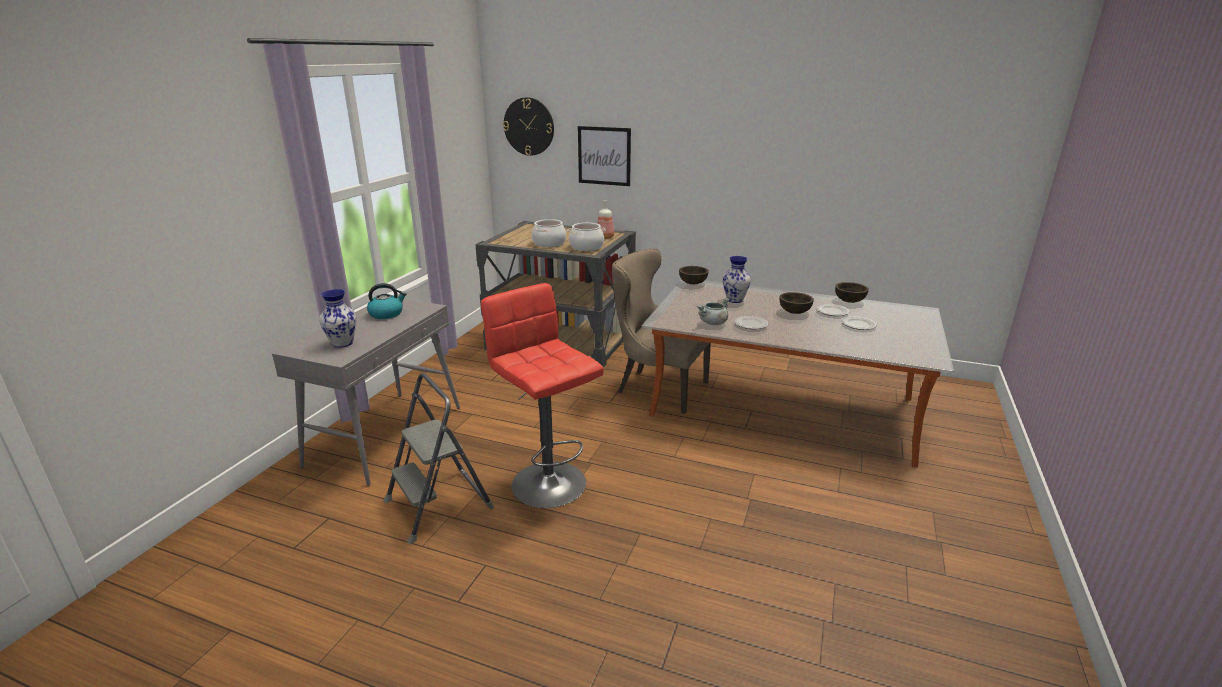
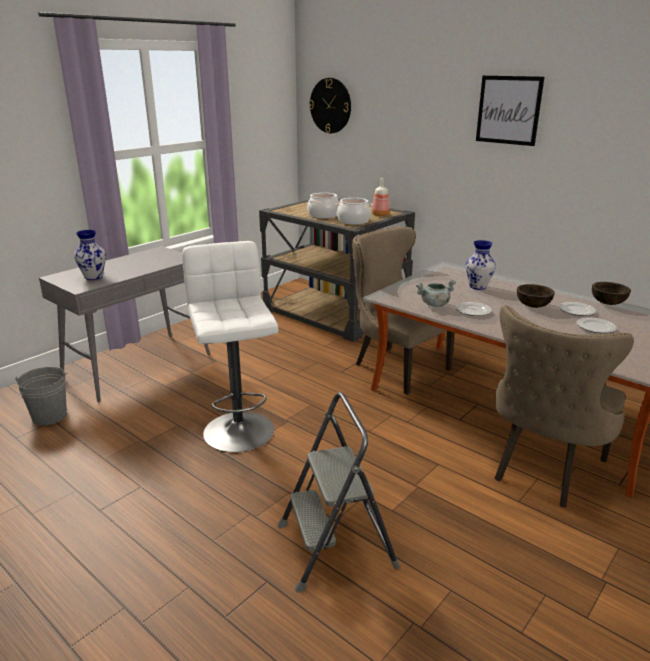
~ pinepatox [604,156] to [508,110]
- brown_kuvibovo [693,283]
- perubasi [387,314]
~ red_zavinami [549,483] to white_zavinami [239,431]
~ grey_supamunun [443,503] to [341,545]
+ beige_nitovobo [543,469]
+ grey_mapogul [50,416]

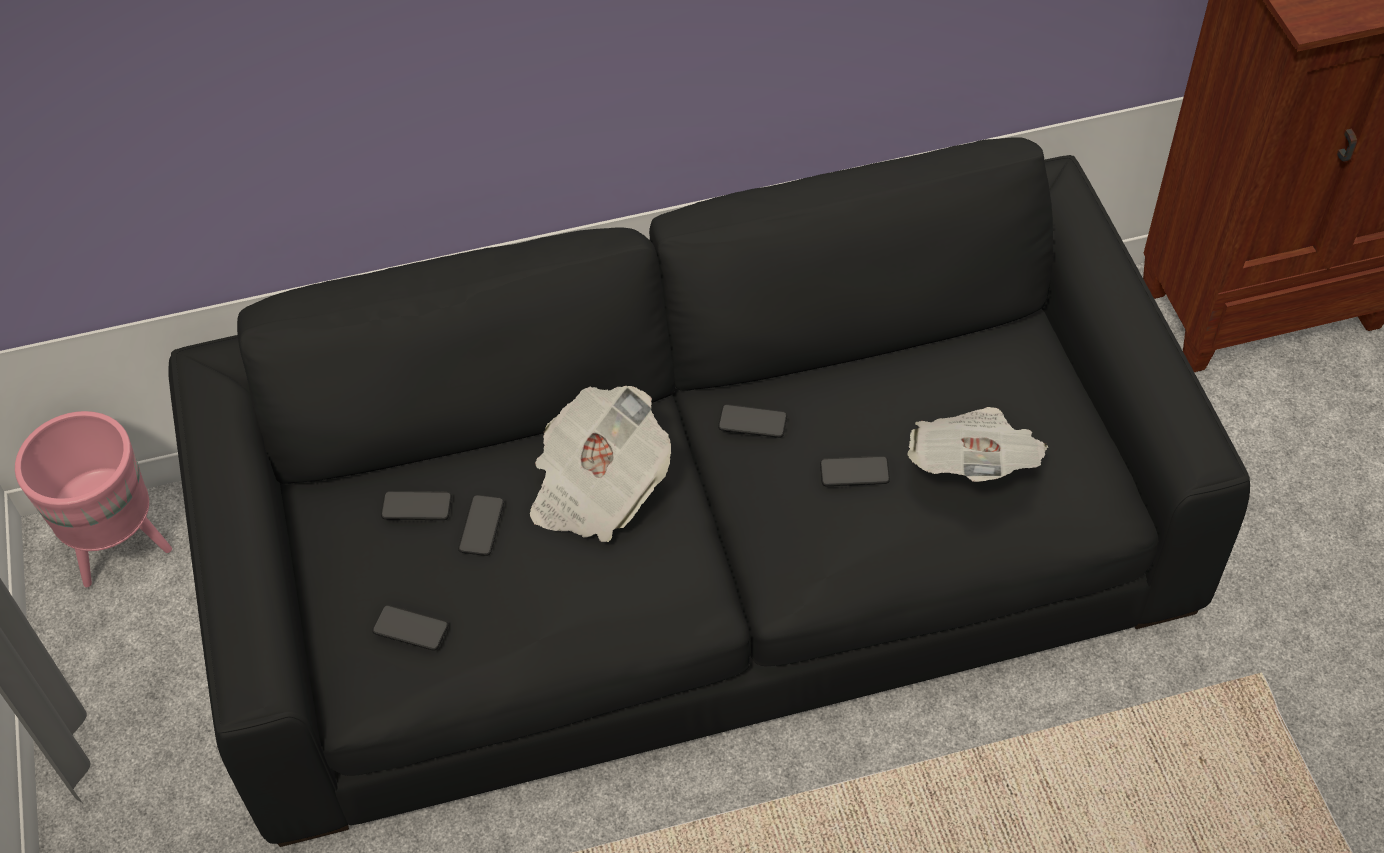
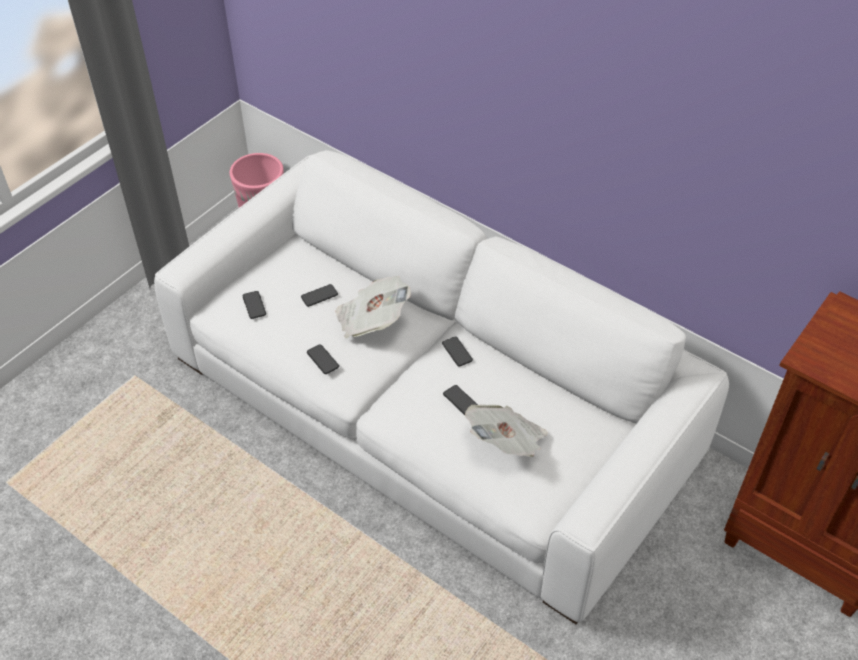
~ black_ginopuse [699,549] to white_ginopuse [430,406]
~ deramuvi [416,507] to [322,360]

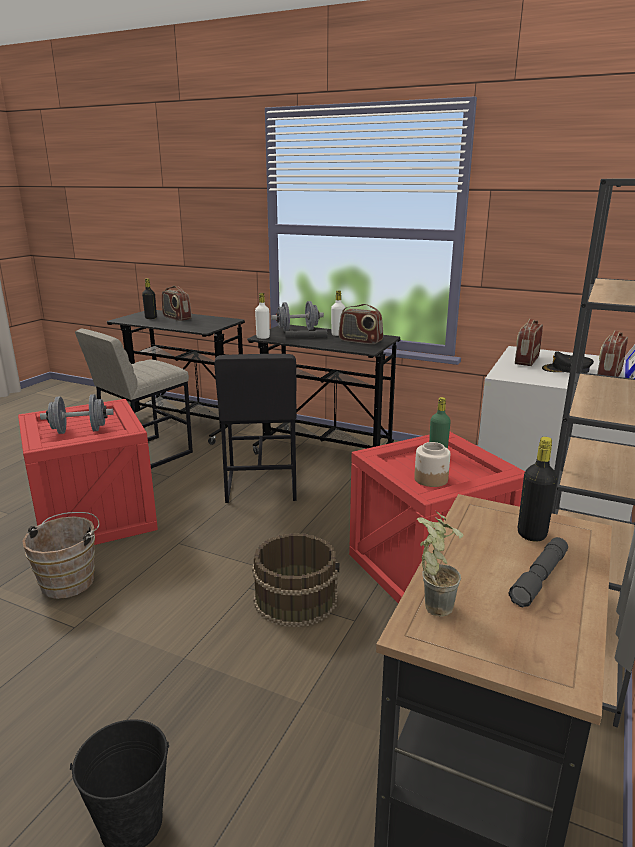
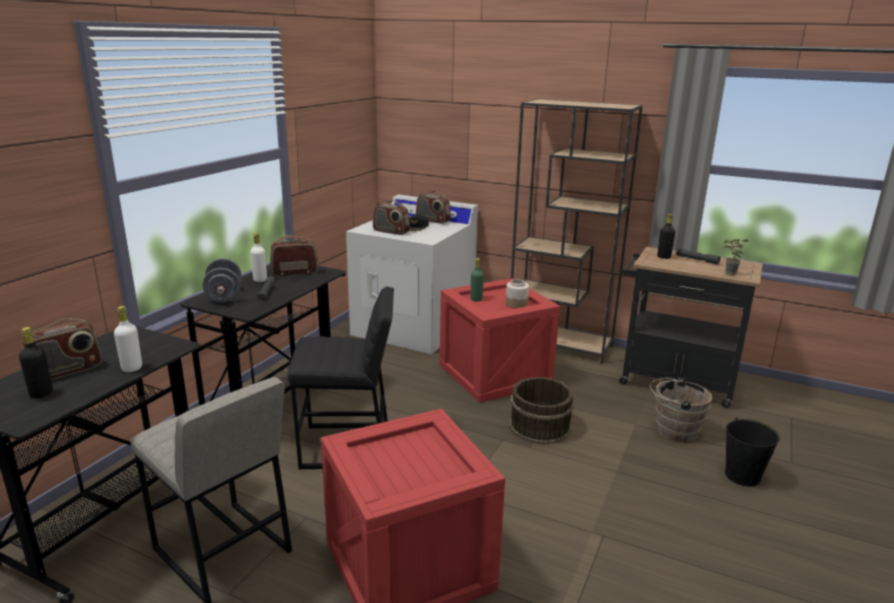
~ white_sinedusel [263,337] to [132,368]
~ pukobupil [360,341] = [294,273] 135 degrees counterclockwise
- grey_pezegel [80,431]
~ brown_mapogul [71,580] to [673,430]

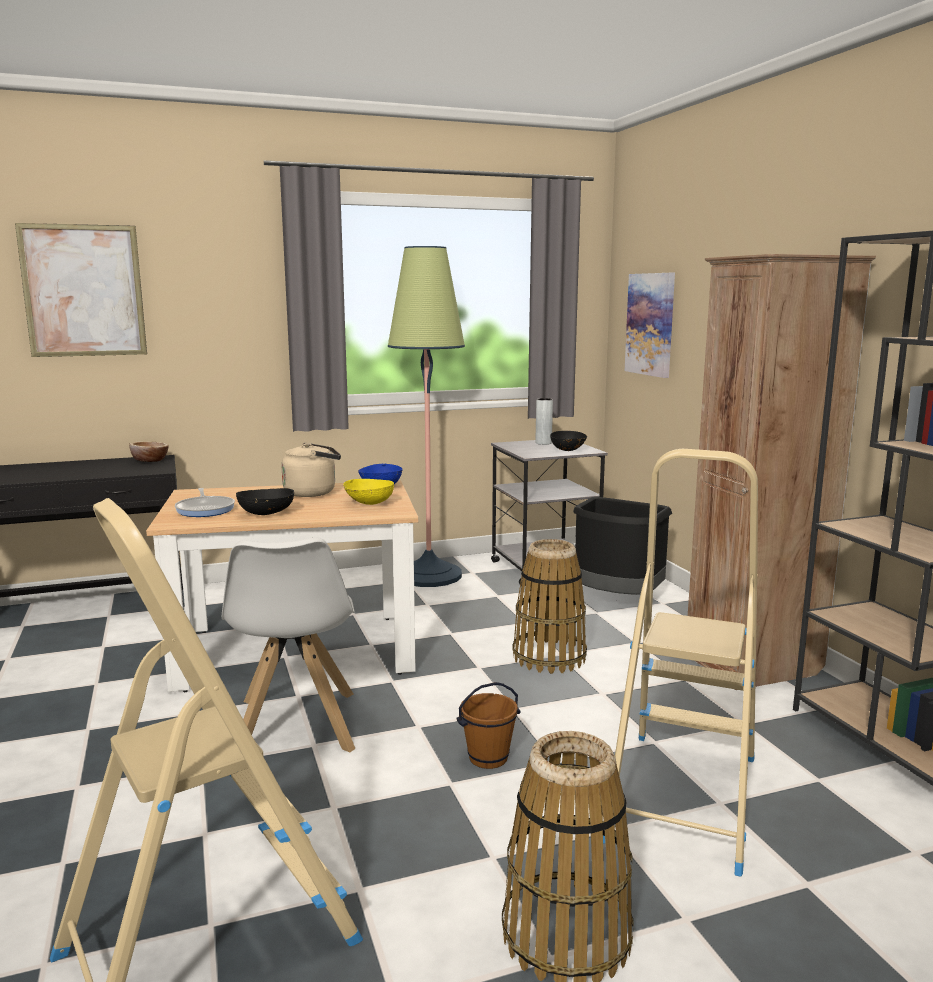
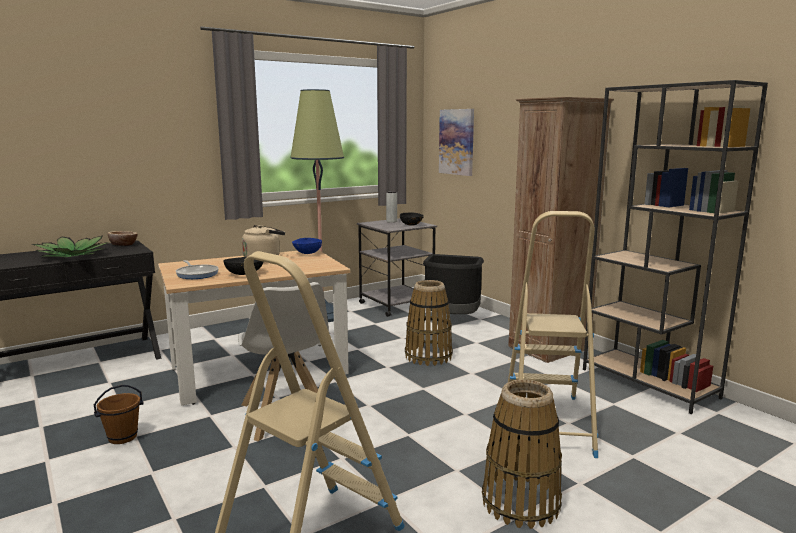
- pinepatox [83,291]
- yellow_kuvibovo [368,503]
~ brown_mapogul [488,758] to [122,437]
+ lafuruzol [73,255]

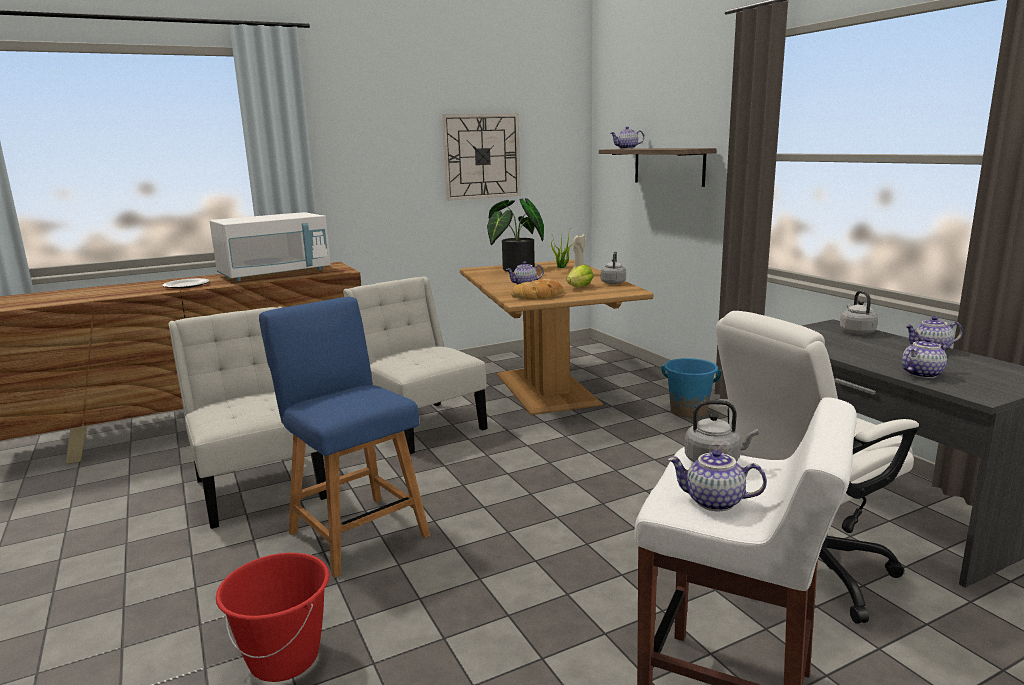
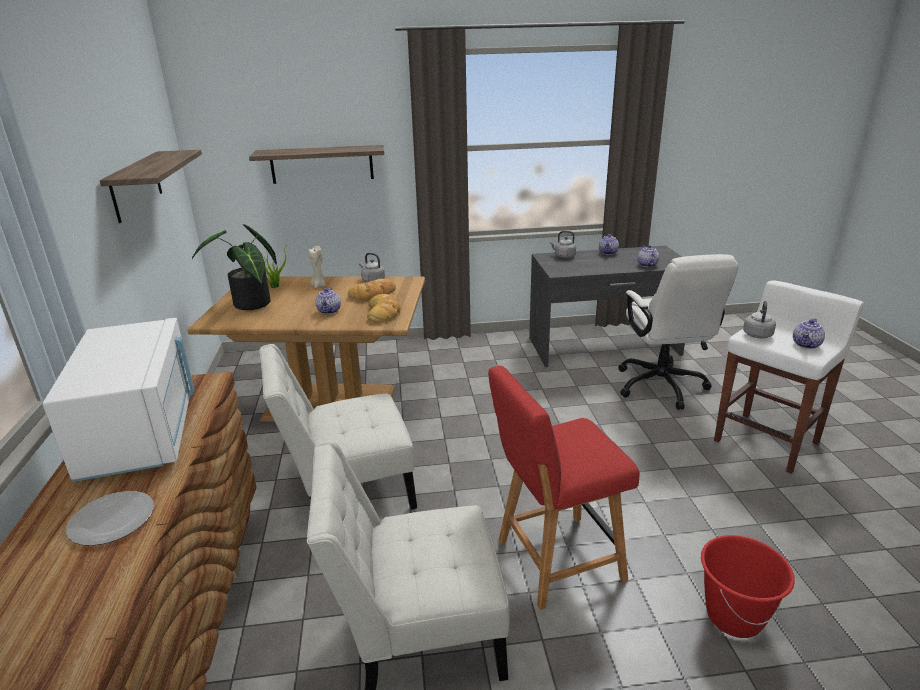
~ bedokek [482,156] to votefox [136,185]
- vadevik [627,148]
~ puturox [578,287] to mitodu [373,294]
~ blue_nitovobo [355,531] to red_nitovobo [554,561]
- blue_mapogul [688,411]

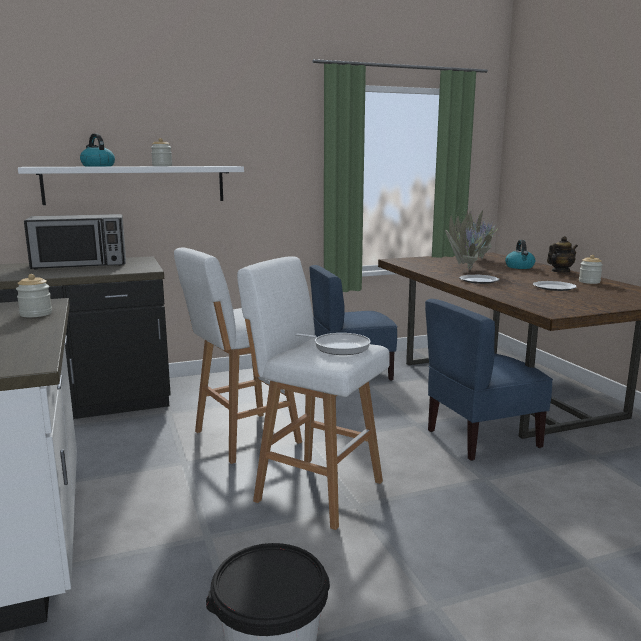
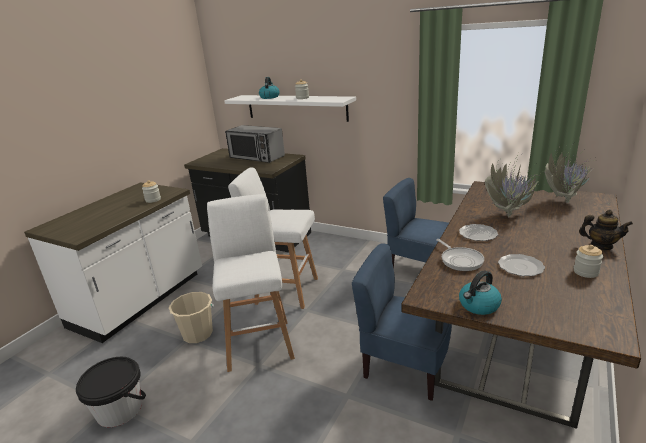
~ perubasi [520,267] to [478,305]
~ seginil [338,347] to [460,260]
+ beige_mapogul [198,334]

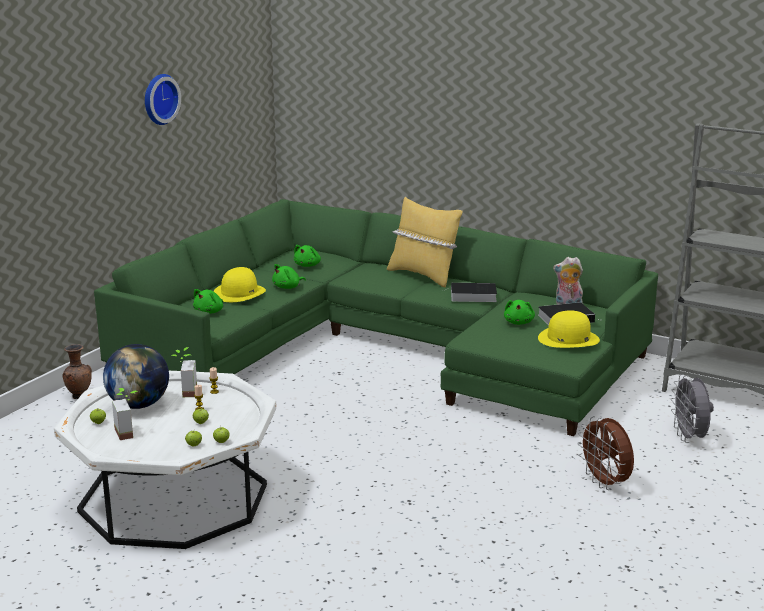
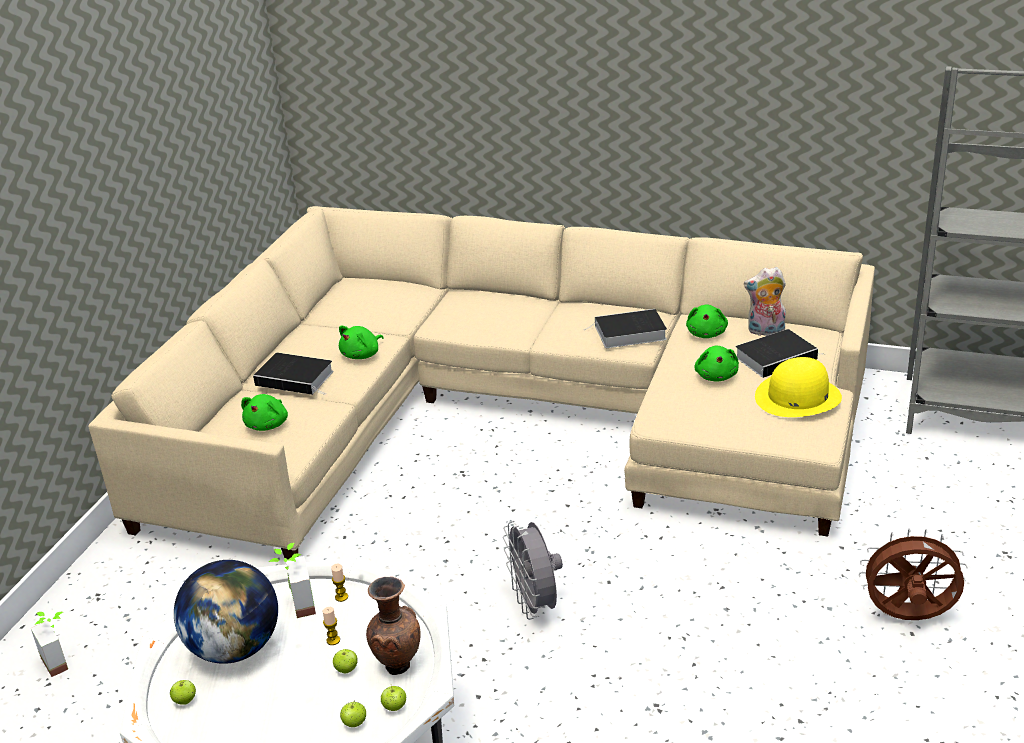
- bedokek [158,99]
- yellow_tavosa [423,275]
~ green_ginopuse [381,347] to beige_ginopuse [503,414]
~ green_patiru [308,265] to [706,333]
~ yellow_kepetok [239,293] to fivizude [297,378]
~ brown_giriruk [79,396] to [397,665]
~ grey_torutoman [689,438] to [535,605]
~ lafuruzol [129,432] to [61,660]
~ brown_torutoman [605,483] = [908,618] 135 degrees clockwise

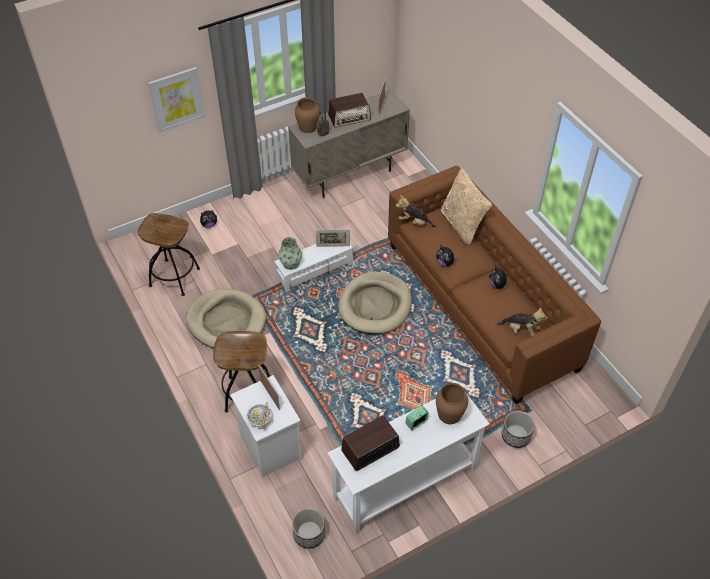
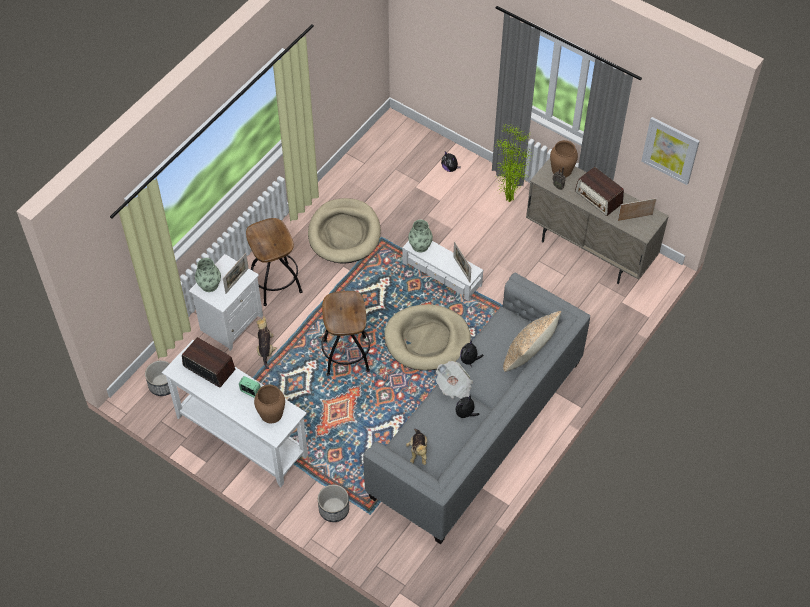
~ pinepatox [176,99] to [670,150]
~ brown_ginopuse [479,305] to grey_ginopuse [476,428]
~ patiru [414,222] to [265,349]
~ brown_zavinami [174,277] to [346,355]
~ kuvibovo [260,420] to giriruk [209,285]
+ lafuruzol [508,199]
+ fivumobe [454,387]

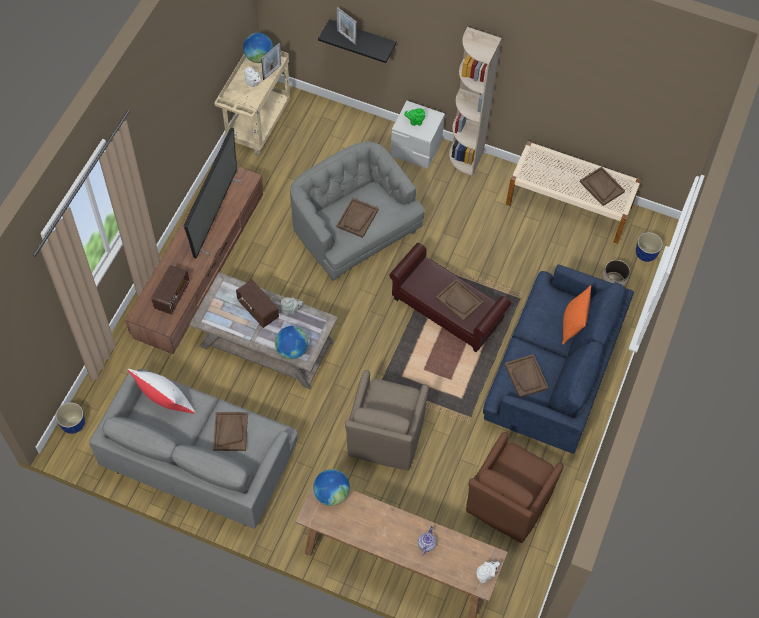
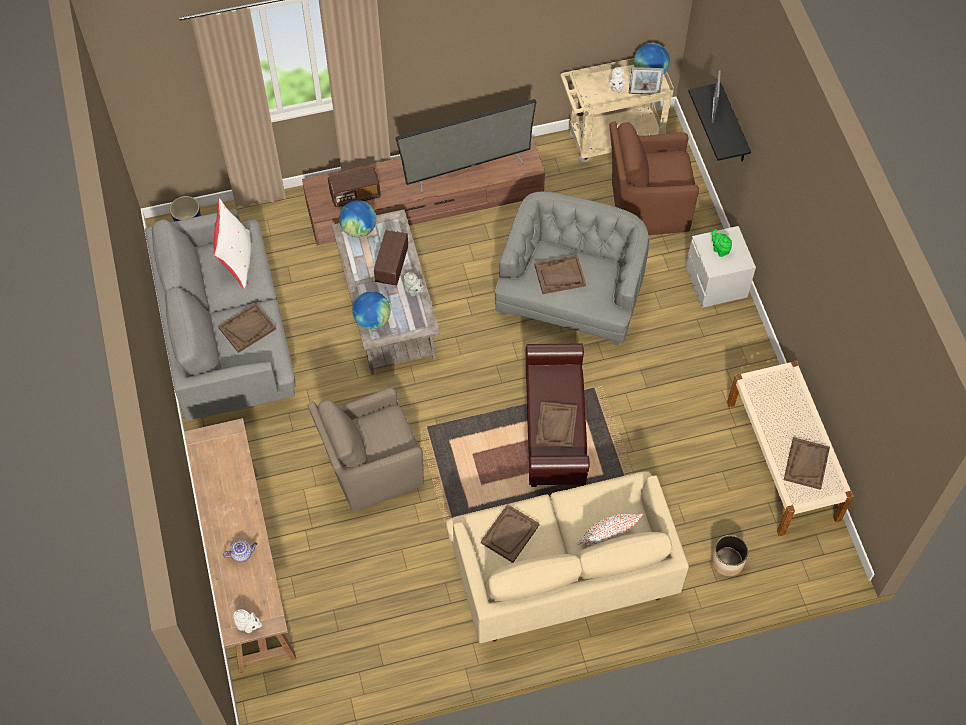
- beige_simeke [464,161]
- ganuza [645,255]
~ blue_ginopuse [551,376] to beige_ginopuse [563,573]
~ orange_tavosa [572,325] to white_tavosa [606,539]
~ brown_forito [507,503] to [646,207]
~ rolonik [331,494] to [359,229]

